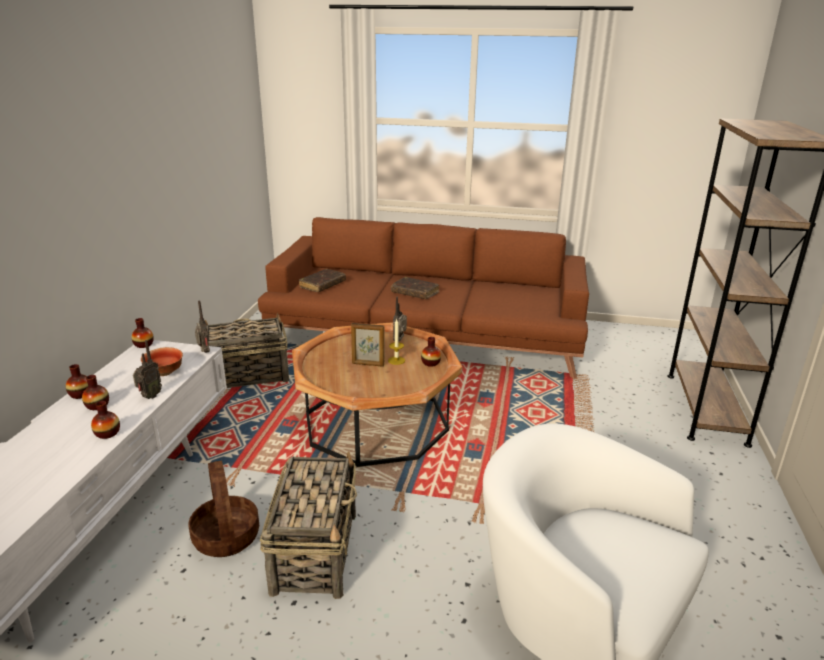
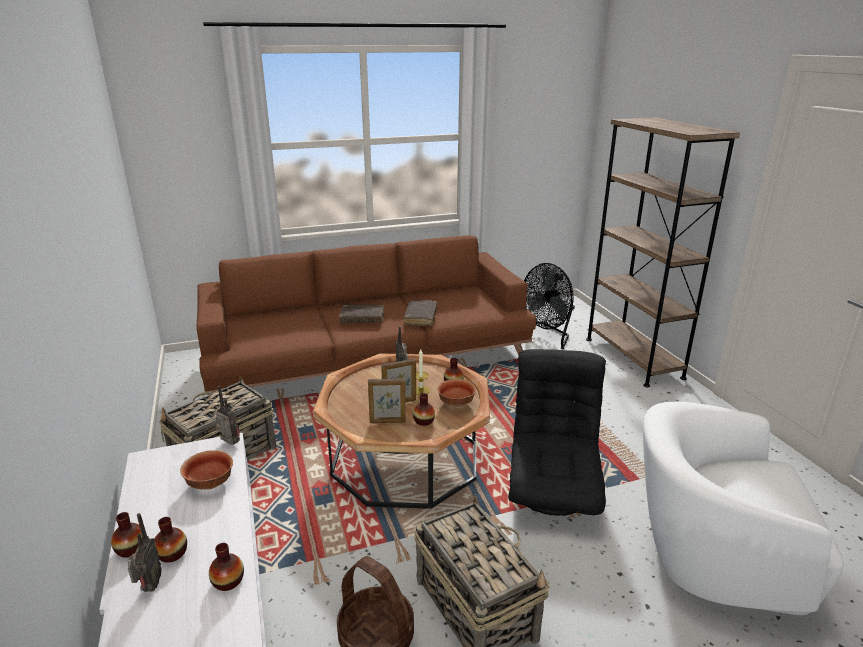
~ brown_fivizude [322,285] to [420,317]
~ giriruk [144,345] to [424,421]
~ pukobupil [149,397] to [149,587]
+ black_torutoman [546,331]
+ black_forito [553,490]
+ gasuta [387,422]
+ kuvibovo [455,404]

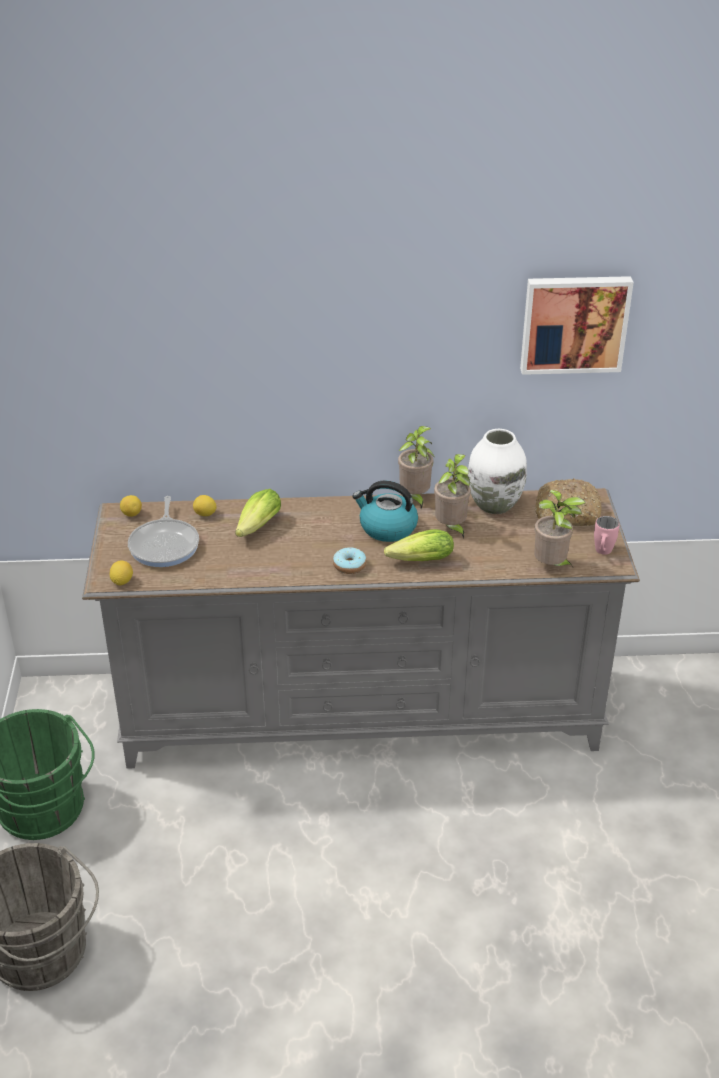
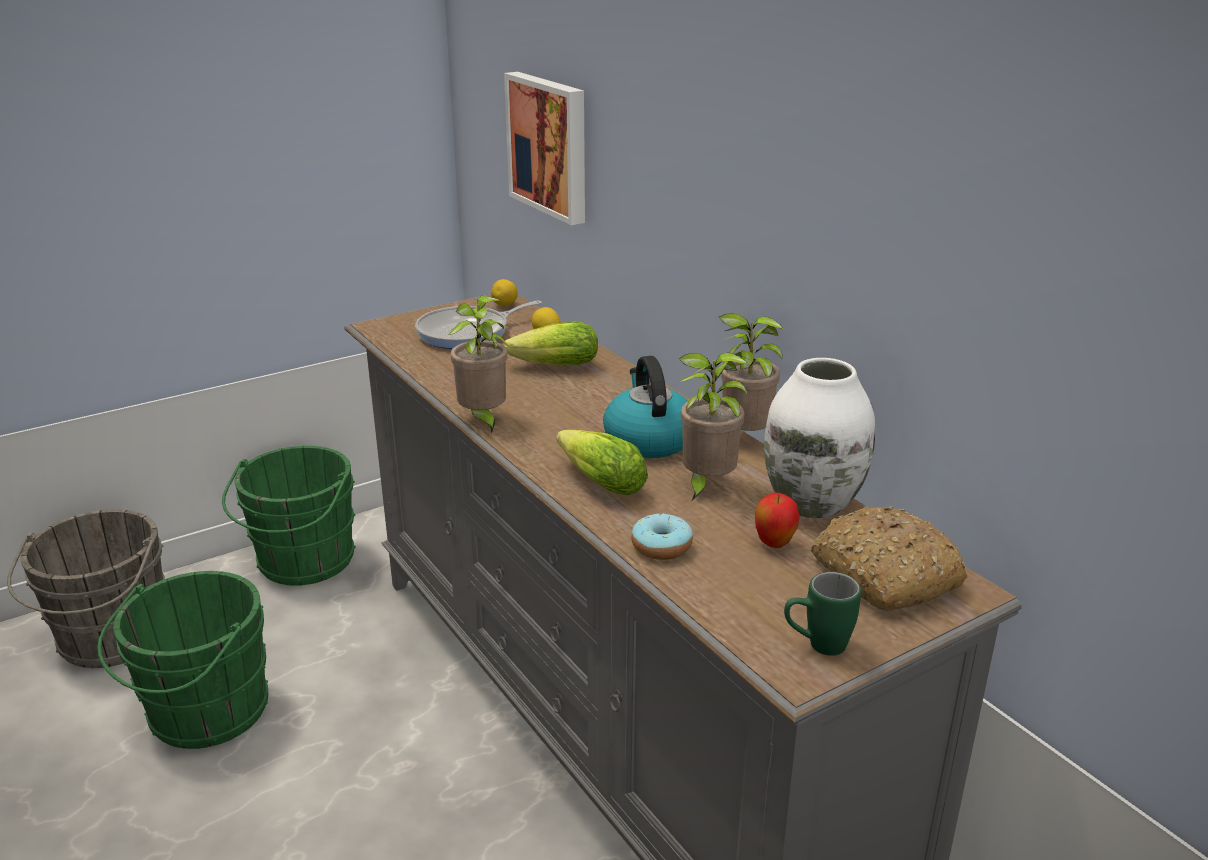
~ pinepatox [574,323] to [550,145]
~ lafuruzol [552,566] to [483,420]
~ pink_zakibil [602,553] to green_zakibil [816,646]
~ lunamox [349,566] to [661,546]
- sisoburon [122,581]
+ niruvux [774,544]
+ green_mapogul [203,714]

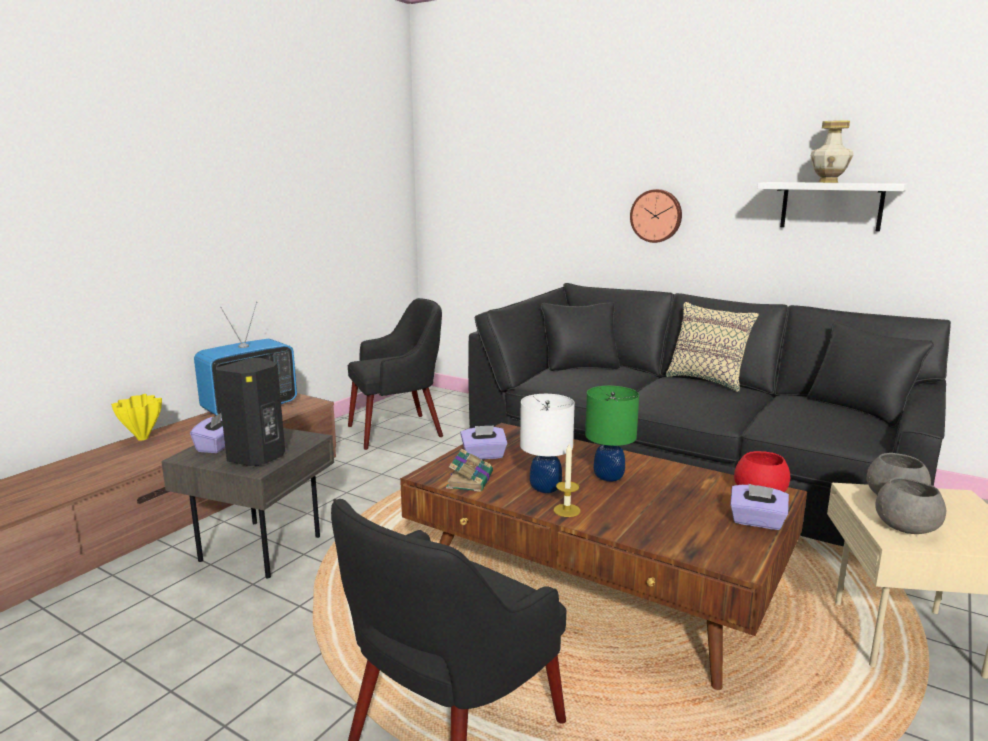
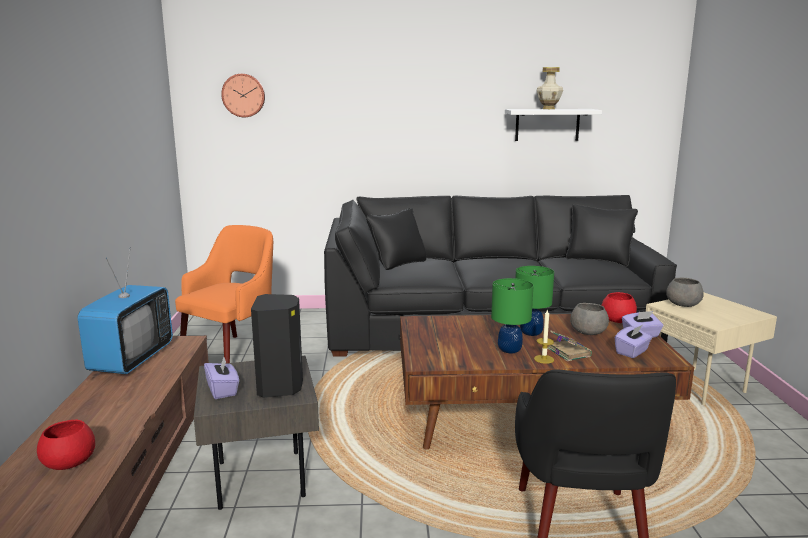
~ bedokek [656,215] to [243,95]
~ black_forito [397,431] to orange_forito [233,353]
- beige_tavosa [706,381]
- yellow_giriruk [142,439]
~ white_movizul [546,489] to green_movizul [510,350]
~ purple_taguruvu [484,456] to [632,352]
~ fivizude [470,480] to [568,352]
~ grey_kuvibovo [905,526] to [587,331]
+ red_kuvibovo [70,461]

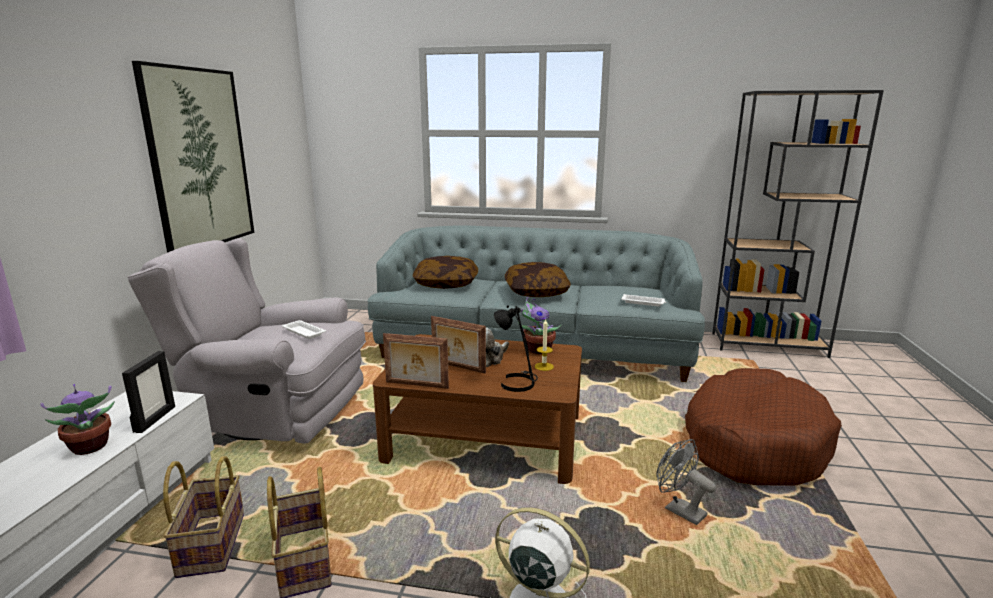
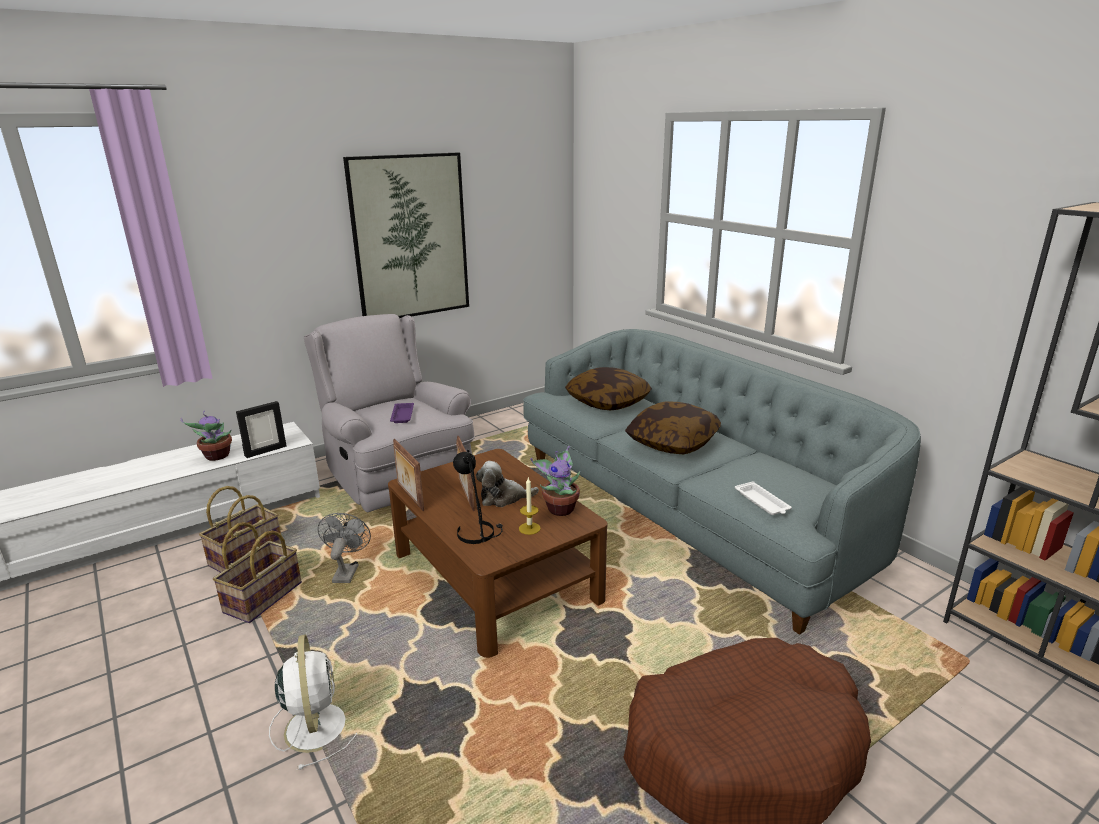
~ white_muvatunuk [303,332] to purple_muvatunuk [402,415]
~ grey_torutoman [679,510] to [347,571]

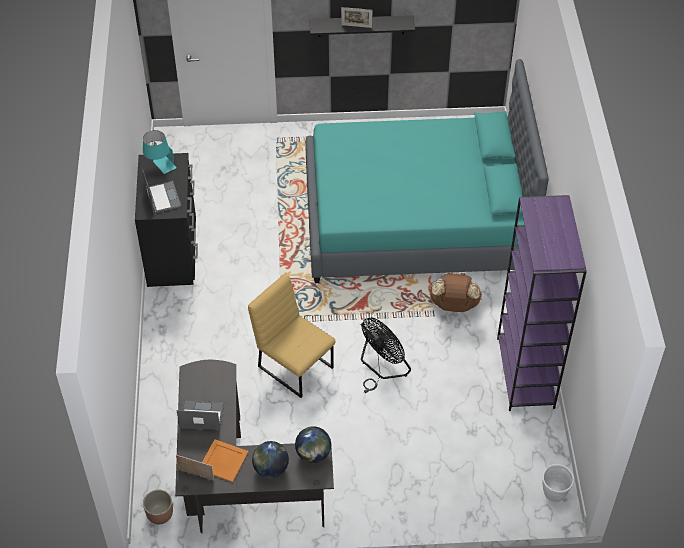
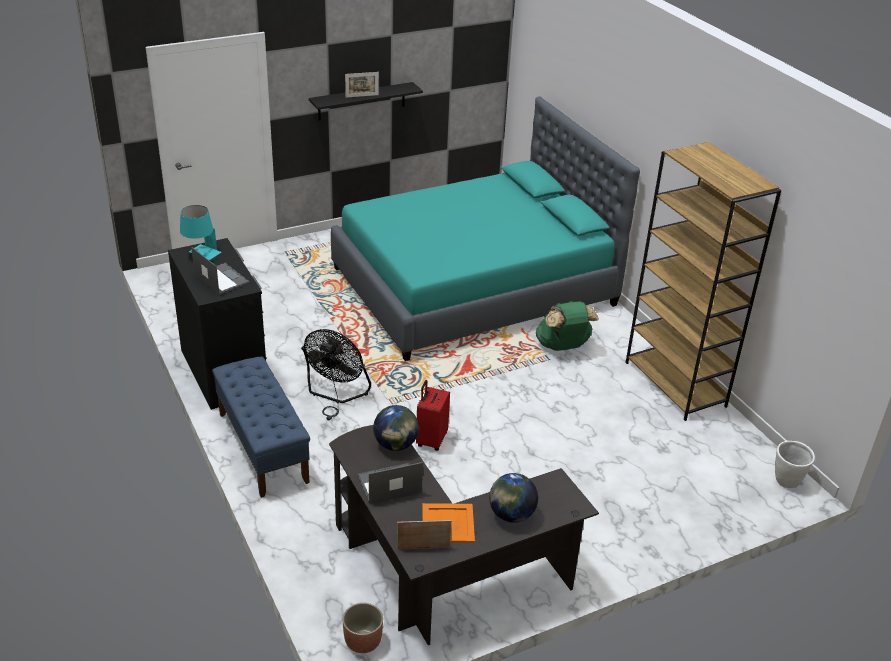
~ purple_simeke [526,373] to brown_simeke [675,384]
~ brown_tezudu [454,305] to green_tezudu [563,346]
~ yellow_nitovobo [294,365] to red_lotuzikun [431,440]
~ black_torutoman [379,366] to [333,394]
~ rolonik [313,454] to [395,445]
+ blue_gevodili [262,447]

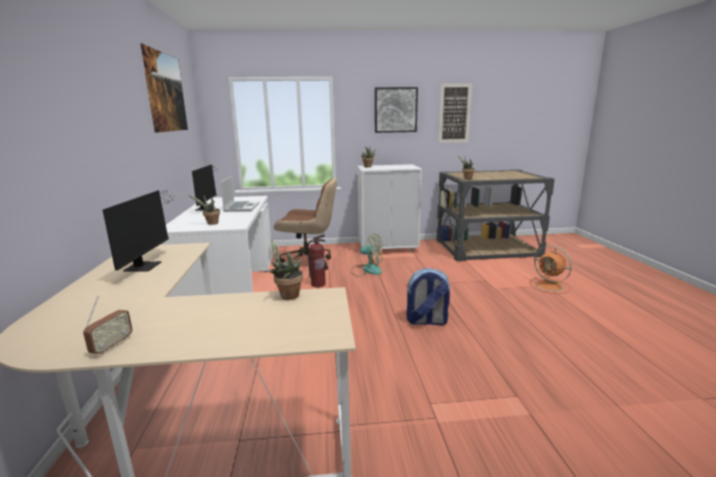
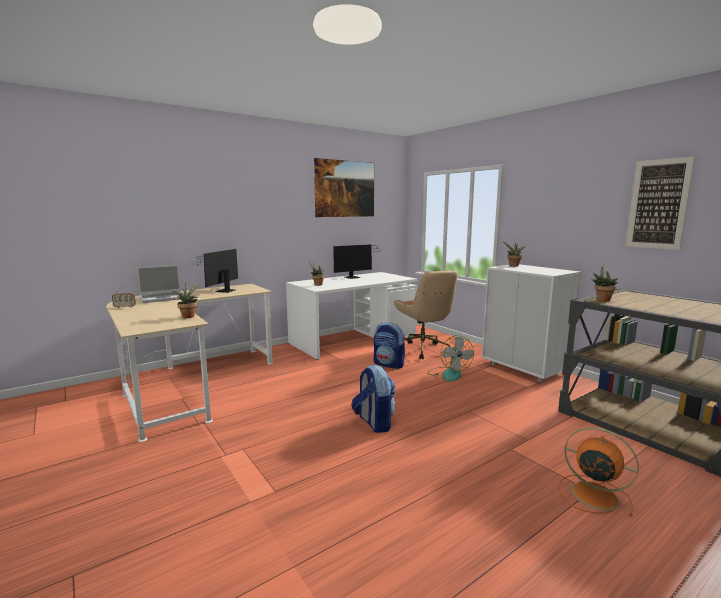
- pinepatox [395,110]
~ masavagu [241,207] to [163,298]
~ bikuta [146,265] = [223,291] 135 degrees clockwise
~ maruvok [318,284] to tezudu [389,364]
~ orange_torutoman [550,286] = [592,494] 105 degrees clockwise

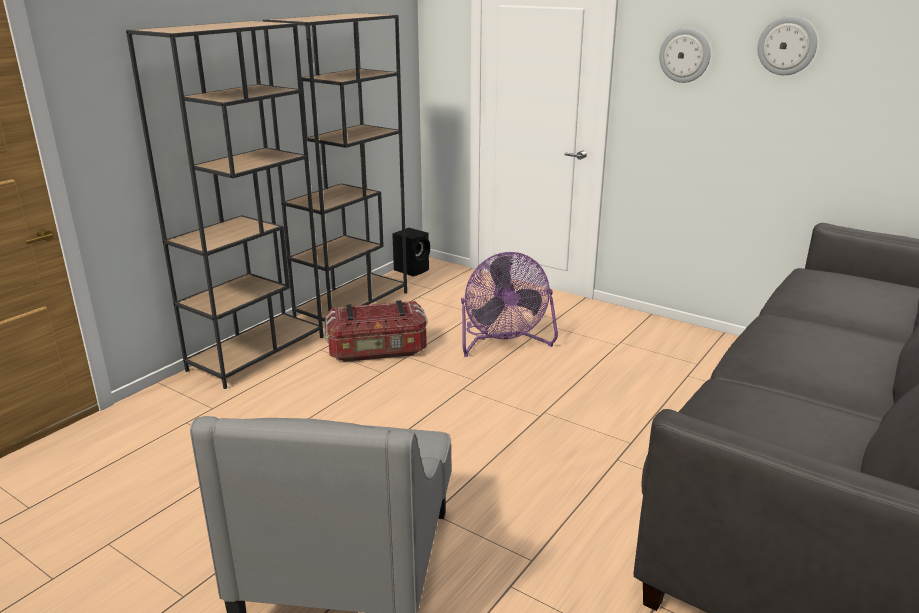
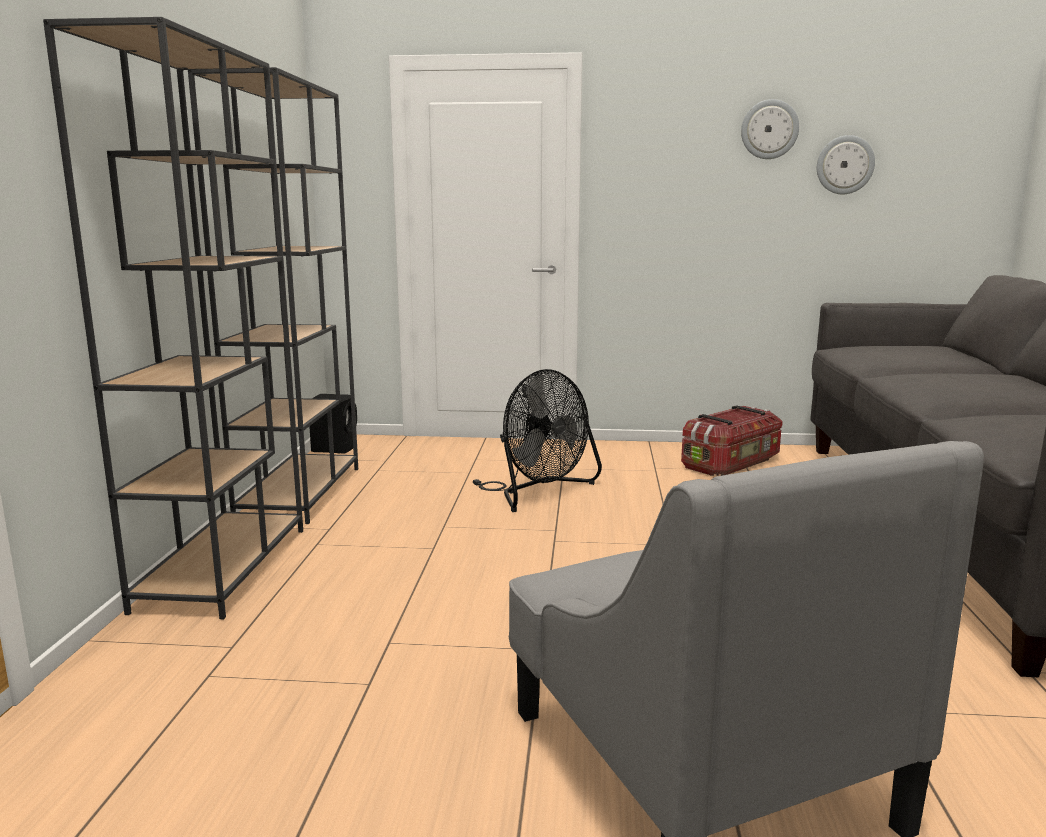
~ bedokek [685,55] to [845,165]
~ purple_torutoman [500,343] to black_torutoman [535,492]
~ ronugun [377,351] to [732,463]

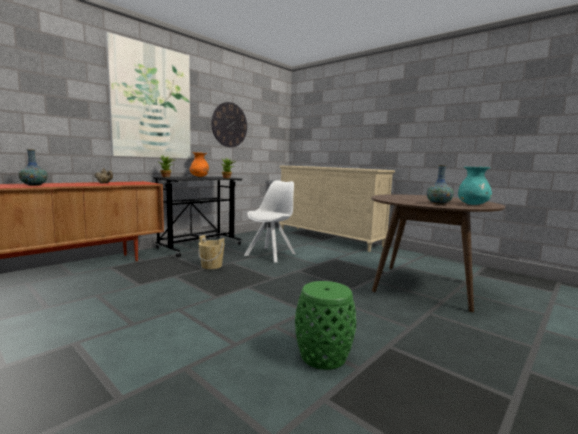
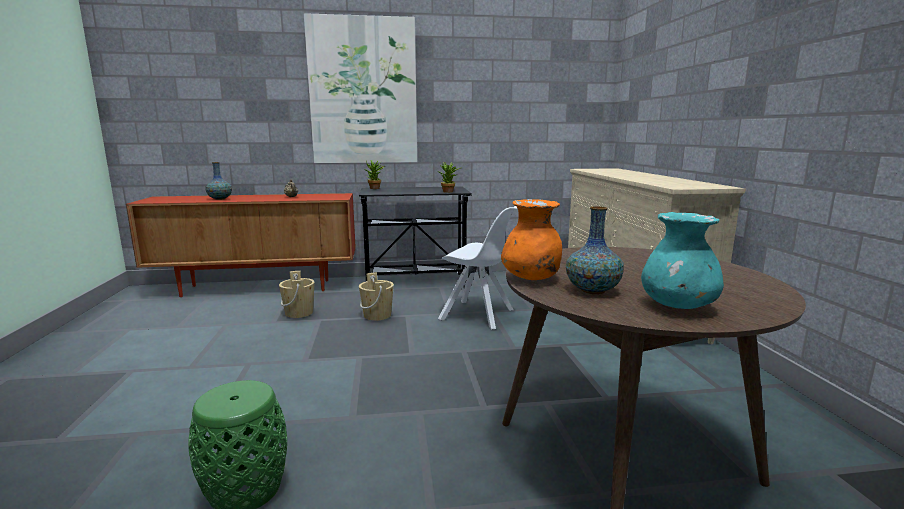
- bedokek [229,125]
~ orange_giriruk [199,176] to [531,278]
~ white_nitovobo [271,254] = [478,315] 45 degrees clockwise
+ beige_mapogul [299,313]

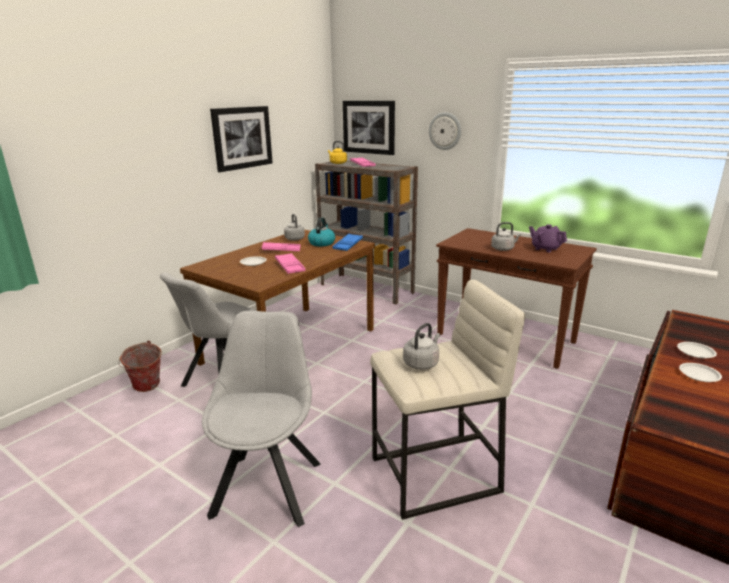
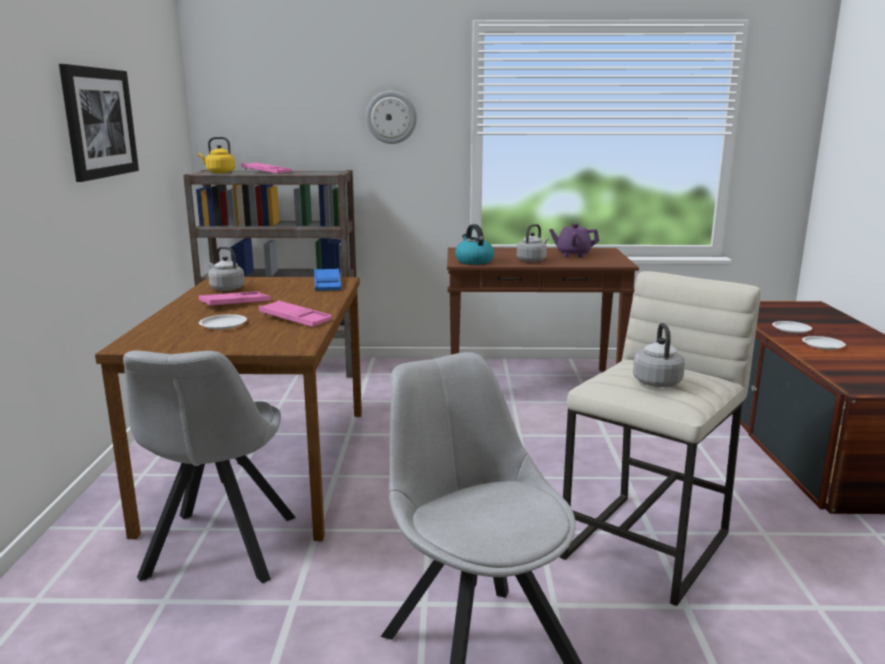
- pinepatox [369,127]
~ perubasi [321,243] to [473,261]
- mapogul [146,388]

